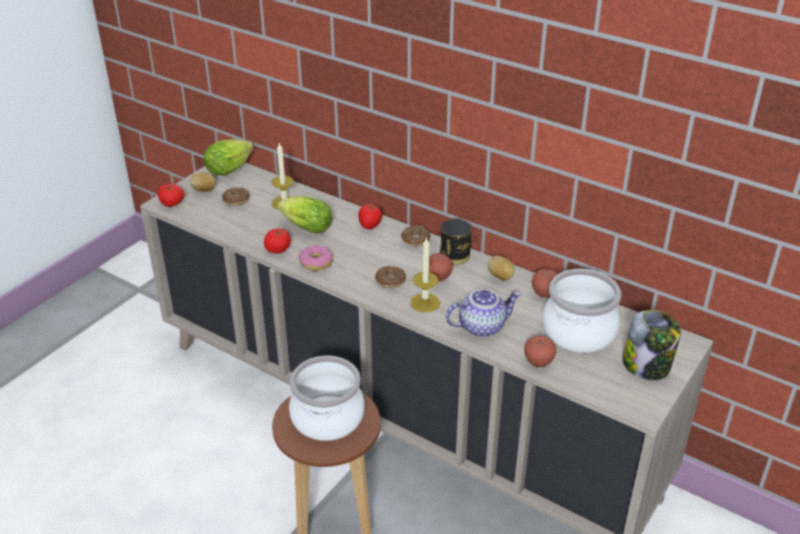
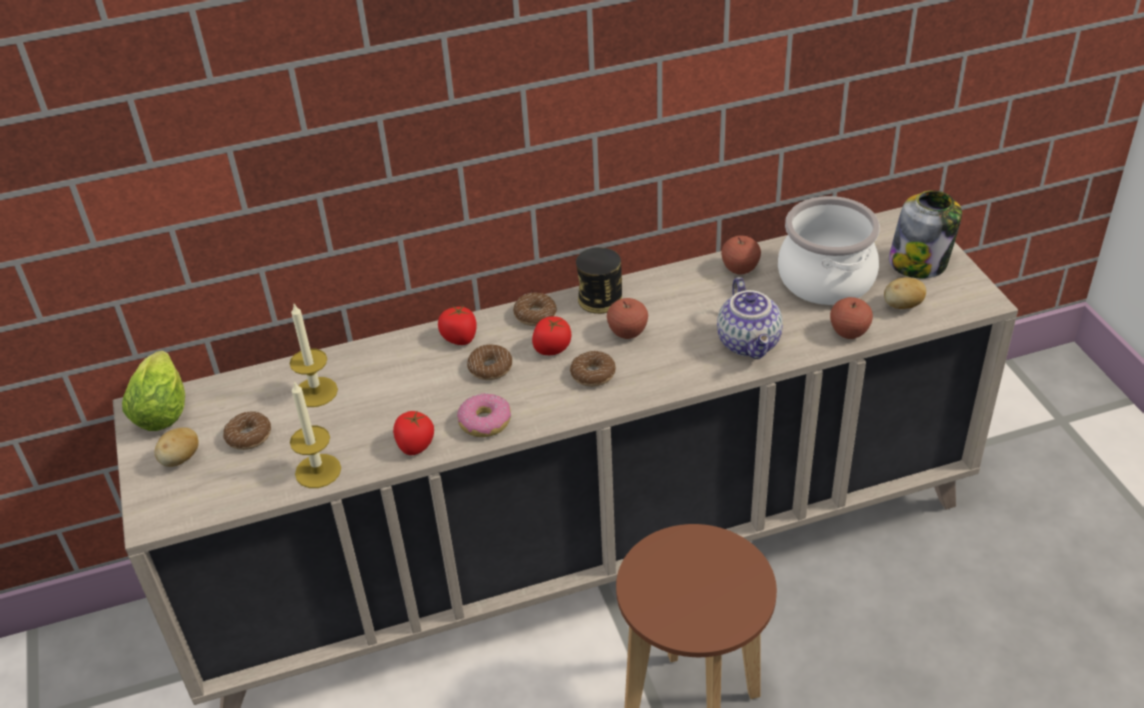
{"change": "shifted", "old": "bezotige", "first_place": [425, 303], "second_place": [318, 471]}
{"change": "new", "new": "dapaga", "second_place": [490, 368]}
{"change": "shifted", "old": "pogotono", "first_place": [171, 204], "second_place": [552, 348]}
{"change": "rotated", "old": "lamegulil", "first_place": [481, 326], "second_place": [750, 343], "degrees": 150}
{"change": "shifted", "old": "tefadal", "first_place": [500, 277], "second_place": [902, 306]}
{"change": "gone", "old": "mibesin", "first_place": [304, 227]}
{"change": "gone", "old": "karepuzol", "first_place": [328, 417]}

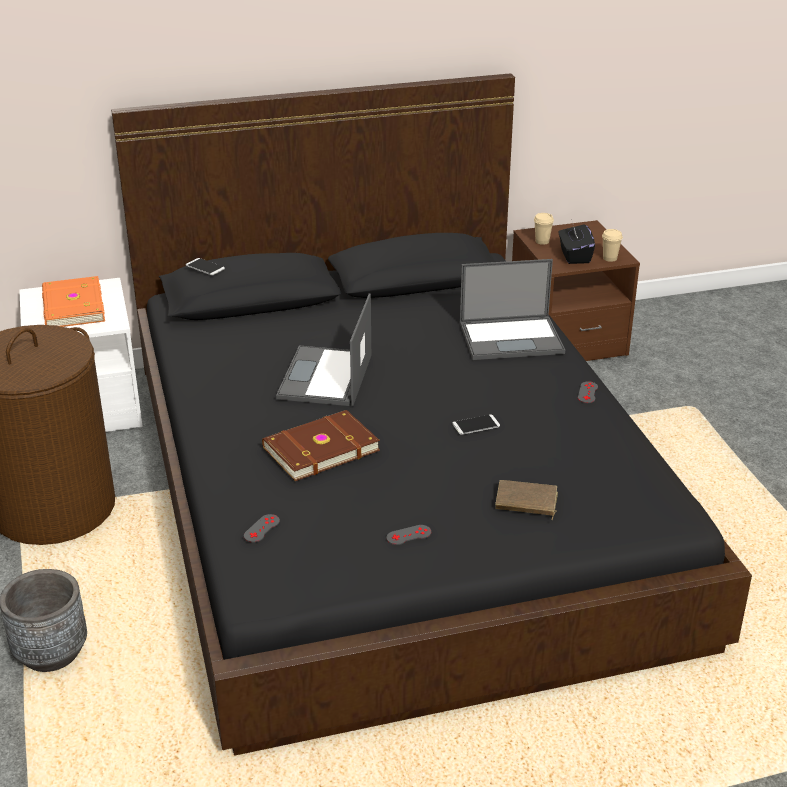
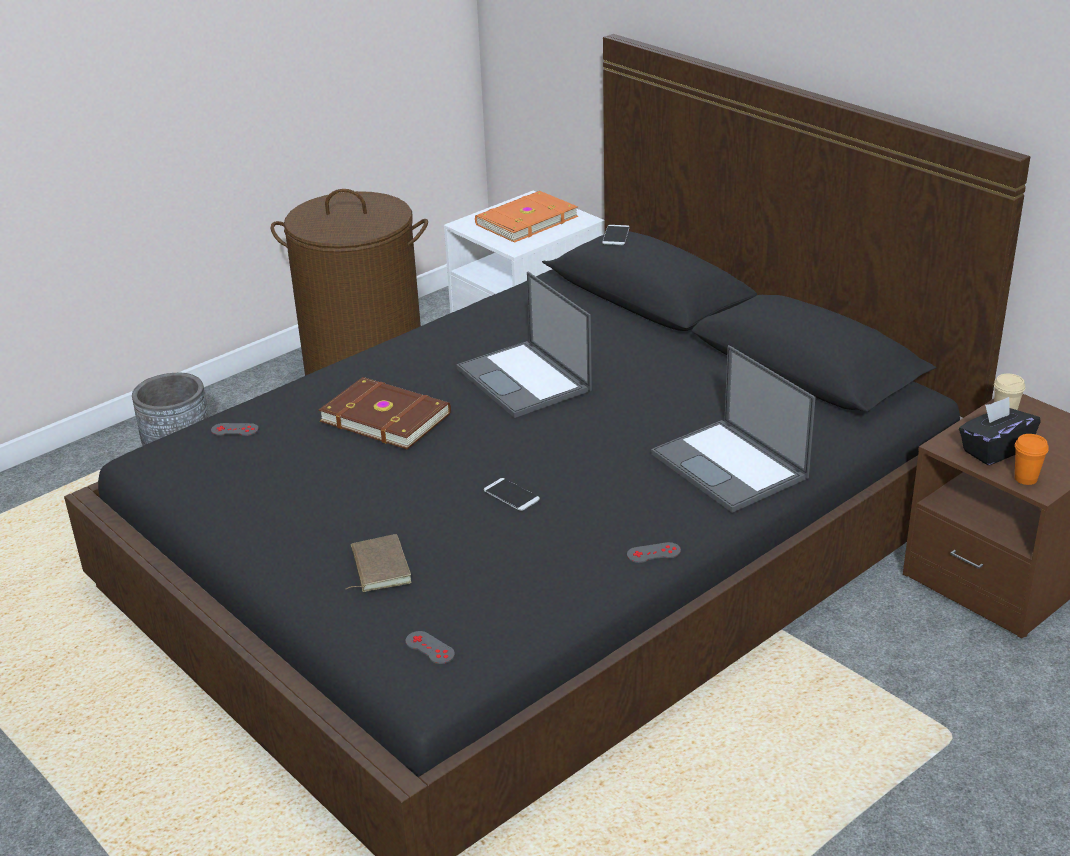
{"change": "shifted", "old": "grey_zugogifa", "first_place": [408, 535], "second_place": [430, 648]}
{"change": "rotated", "old": "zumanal", "first_place": [325, 378], "second_place": [525, 380], "degrees": -105}
{"change": "repainted", "old": "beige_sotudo", "new": "orange_sotudo", "first_place": [610, 258], "second_place": [1025, 478]}

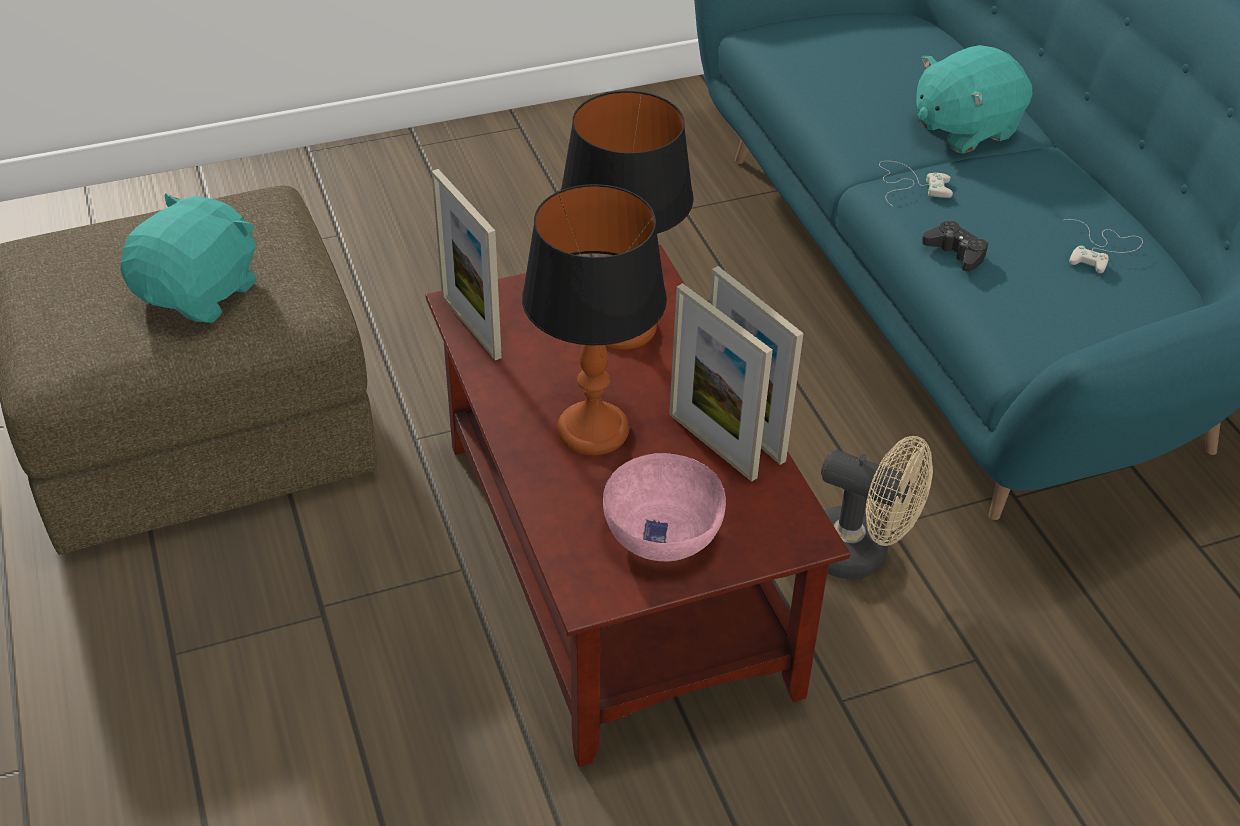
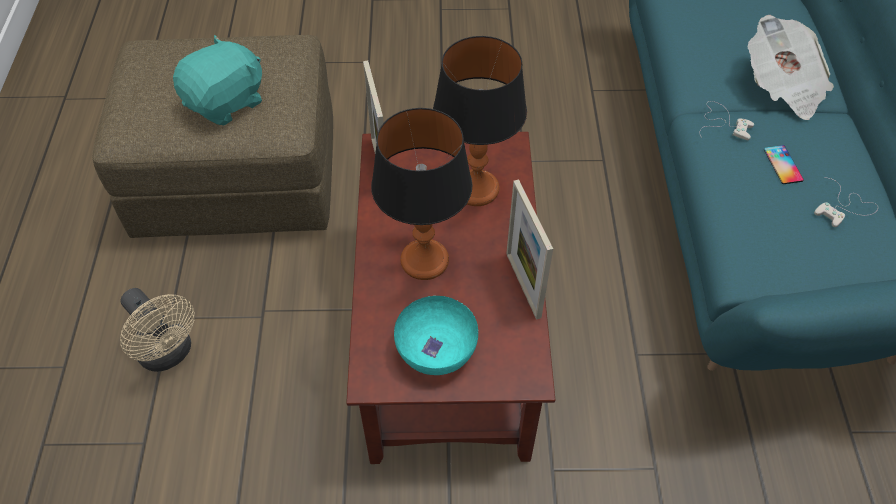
{"change": "shifted", "old": "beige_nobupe", "first_place": [860, 554], "second_place": [169, 353]}
{"change": "repainted", "old": "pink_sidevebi", "new": "turquoise_sidevebi", "first_place": [662, 535], "second_place": [436, 350]}
{"change": "swapped", "old": "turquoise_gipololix", "new": "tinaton", "first_place": [963, 129], "second_place": [783, 86]}
{"change": "new", "new": "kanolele", "second_place": [783, 165]}
{"change": "gone", "old": "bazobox", "first_place": [712, 445]}
{"change": "gone", "old": "black_zugogifa", "first_place": [955, 252]}

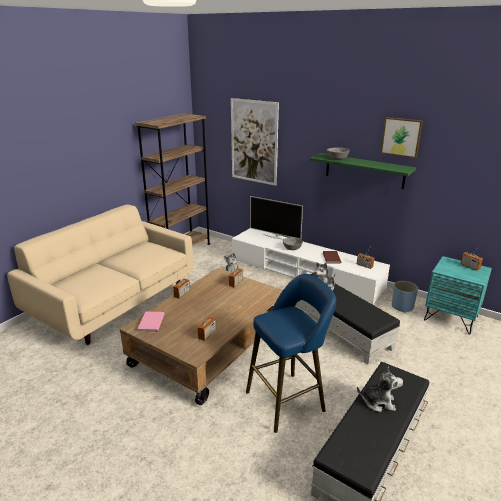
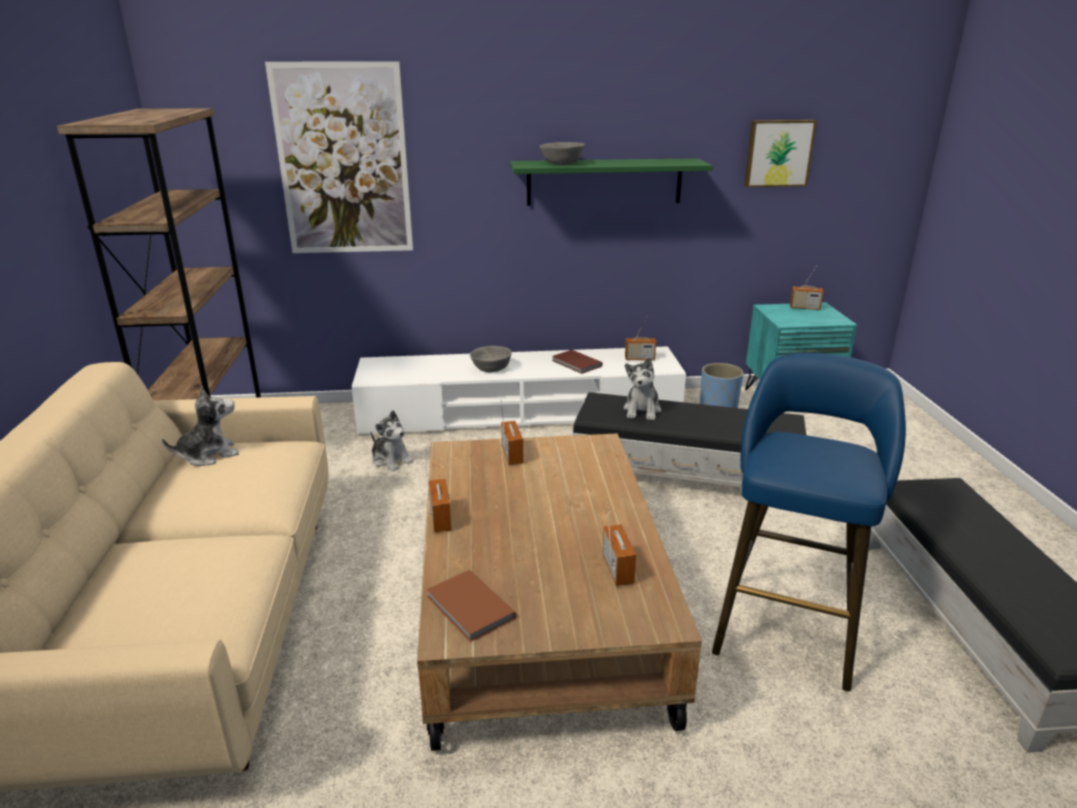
{"change": "shifted", "old": "gipololix", "first_place": [378, 402], "second_place": [209, 455]}
{"change": "repainted", "old": "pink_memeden", "new": "brown_memeden", "first_place": [150, 323], "second_place": [469, 609]}
{"change": "shifted", "old": "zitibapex", "first_place": [401, 137], "second_place": [778, 153]}
{"change": "gone", "old": "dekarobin", "first_place": [276, 237]}

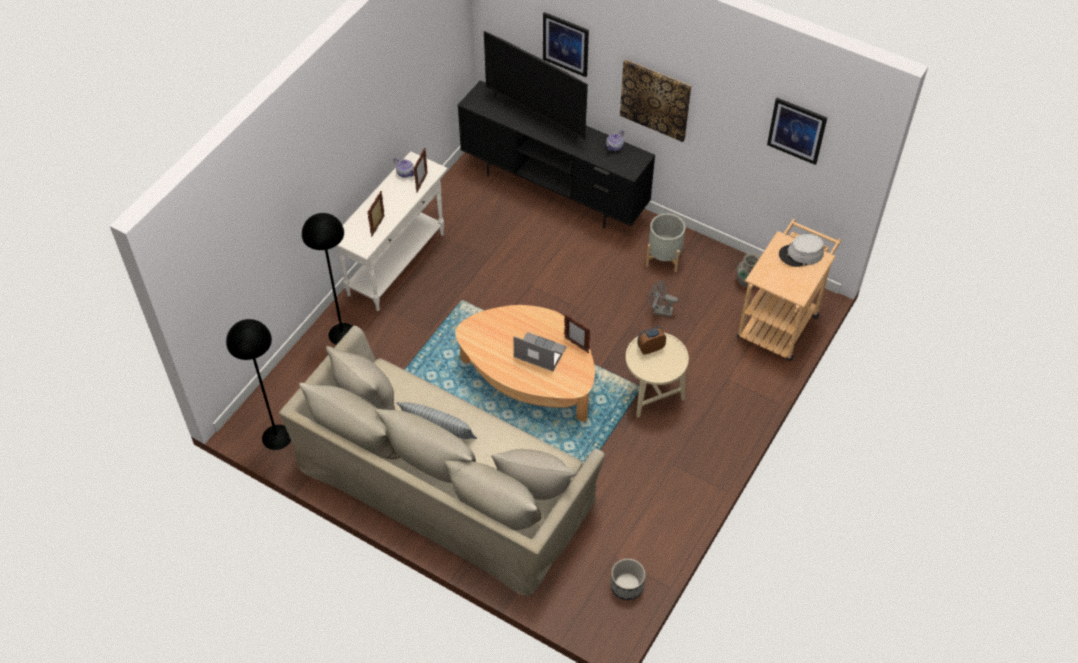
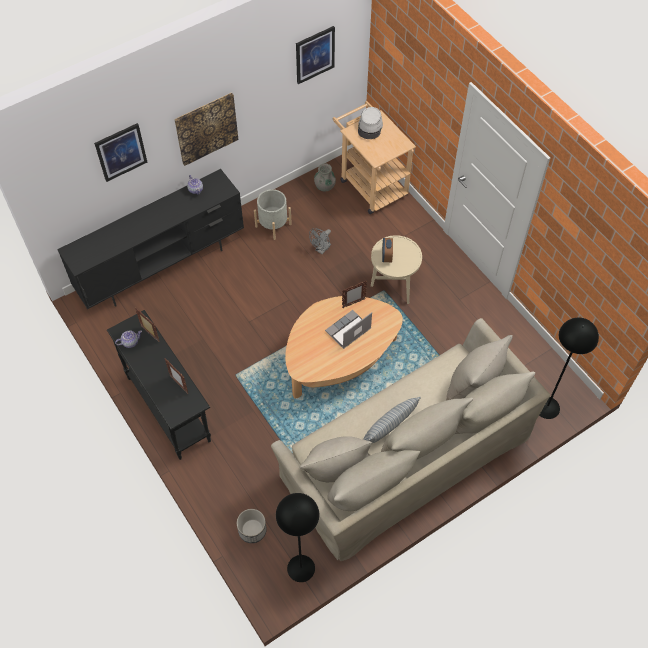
{"change": "repainted", "old": "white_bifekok", "new": "black_bifekok", "first_place": [397, 264], "second_place": [168, 408]}
{"change": "shifted", "old": "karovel", "first_place": [626, 586], "second_place": [252, 530]}
{"change": "shifted", "old": "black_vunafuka", "first_place": [342, 334], "second_place": [547, 407]}
{"change": "gone", "old": "dekarobin", "first_place": [535, 116]}

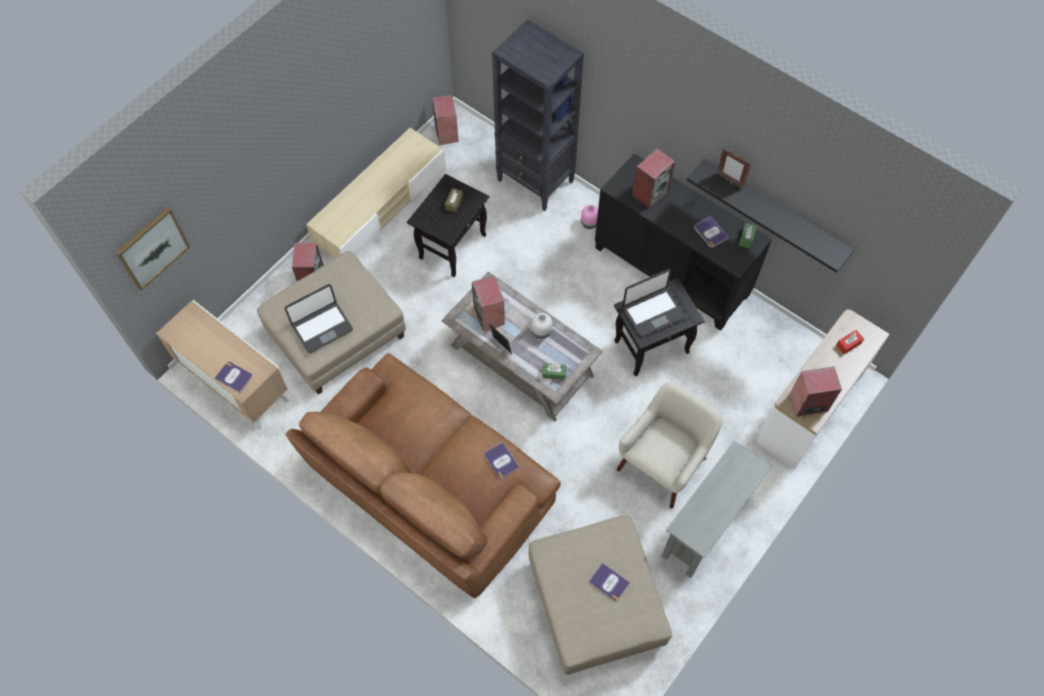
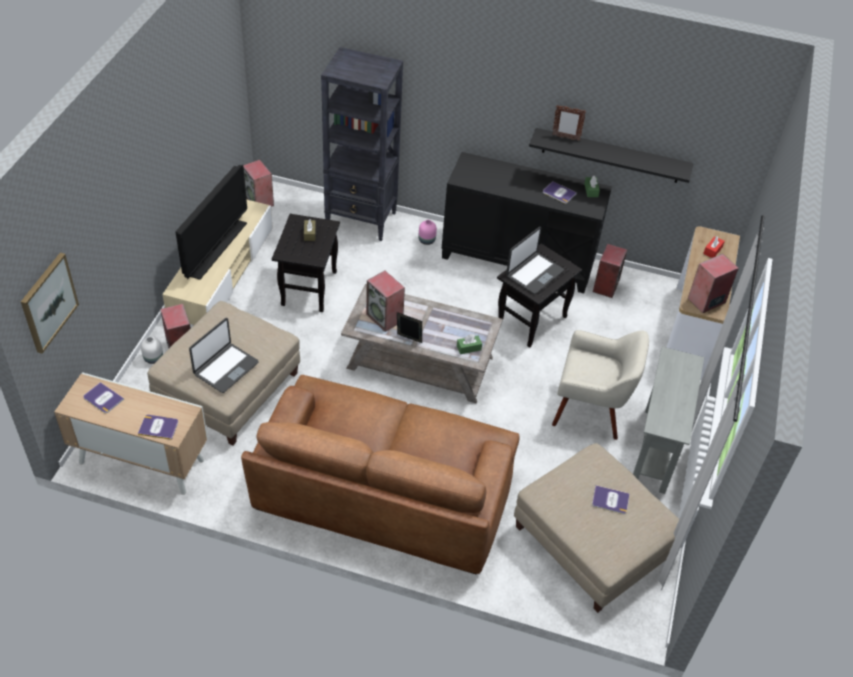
{"change": "shifted", "old": "memeden", "first_place": [501, 460], "second_place": [103, 398]}
{"change": "shifted", "old": "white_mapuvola", "first_place": [541, 331], "second_place": [153, 358]}
{"change": "new", "new": "dekarobin", "second_place": [216, 248]}
{"change": "rotated", "old": "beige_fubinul", "first_place": [663, 463], "second_place": [591, 409], "degrees": 90}
{"change": "shifted", "old": "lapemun", "first_place": [650, 192], "second_place": [605, 285]}

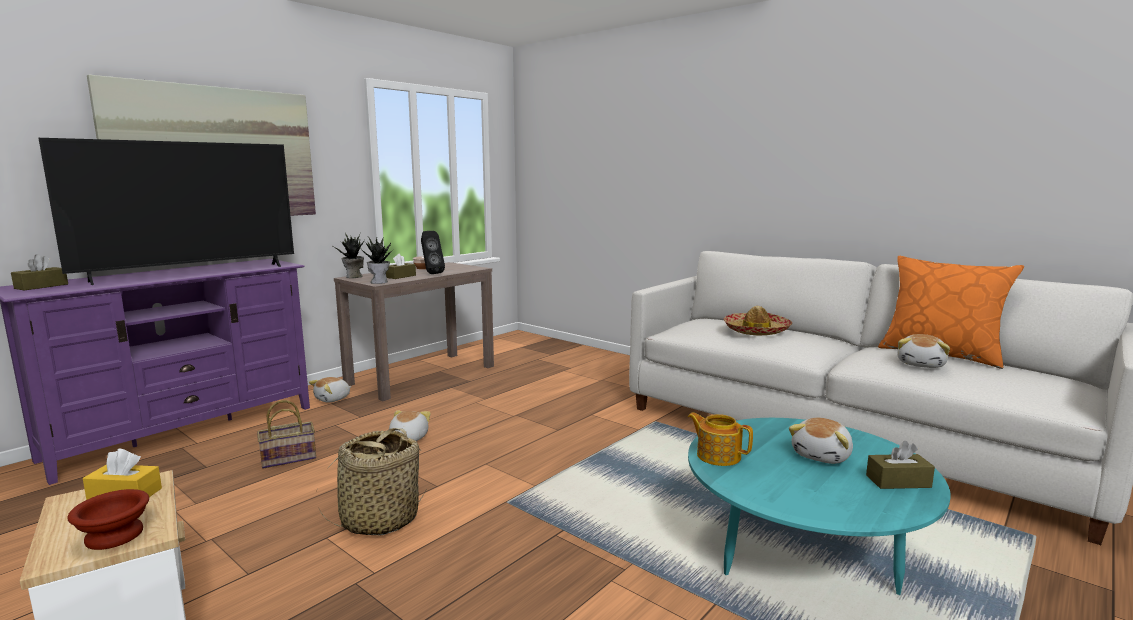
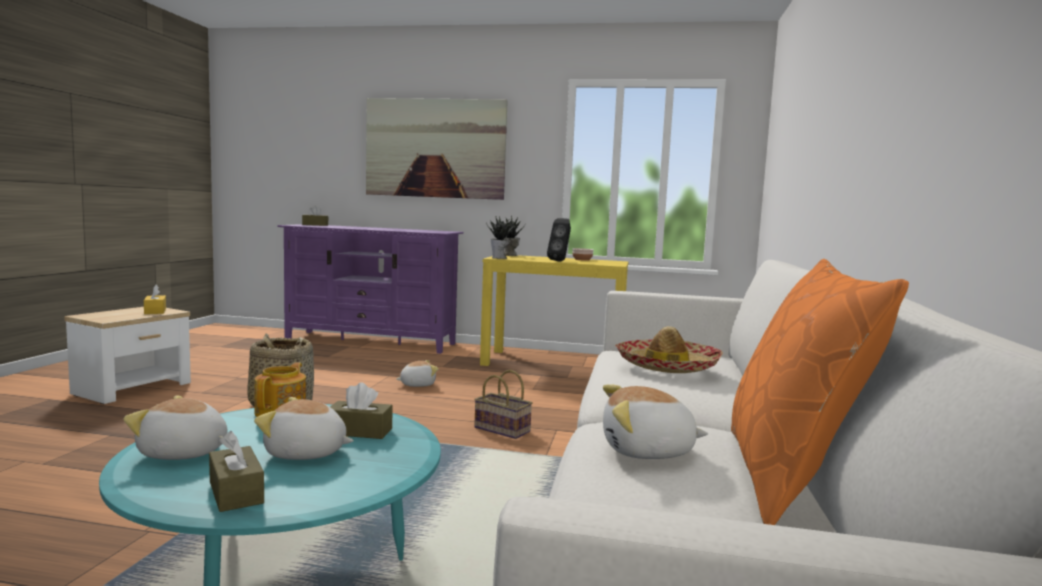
{"change": "shifted", "old": "gipololix", "first_place": [333, 399], "second_place": [183, 453]}
{"change": "shifted", "old": "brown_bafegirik", "first_place": [401, 276], "second_place": [359, 431]}
{"change": "shifted", "old": "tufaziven", "first_place": [290, 457], "second_place": [504, 429]}
{"change": "repainted", "old": "brown_bifekok", "new": "yellow_bifekok", "first_place": [422, 375], "second_place": [553, 363]}
{"change": "gone", "old": "dekarobin", "first_place": [191, 273]}
{"change": "gone", "old": "brown_sidevebi", "first_place": [115, 535]}

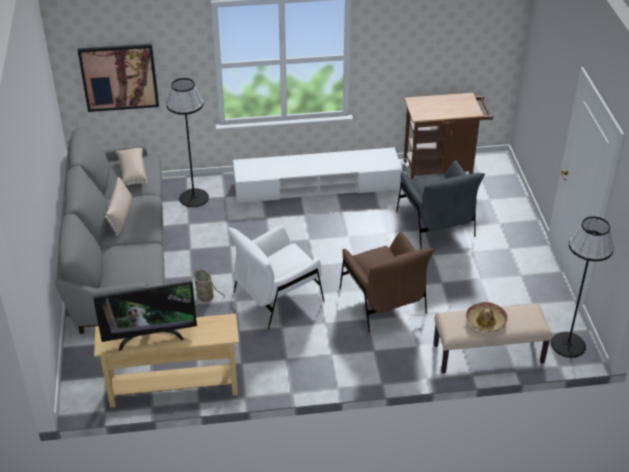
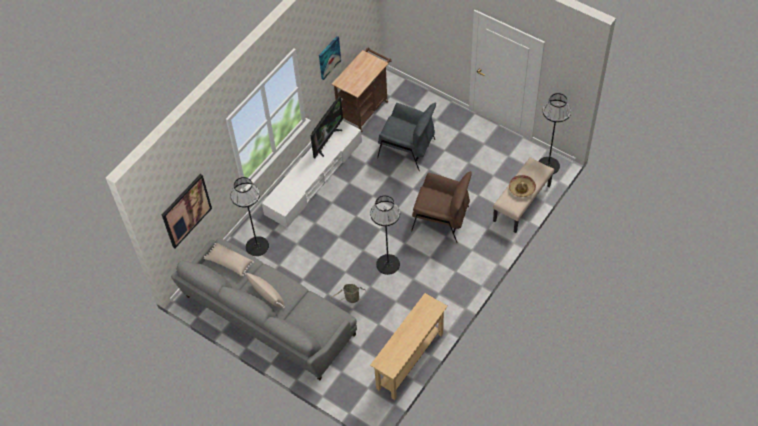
{"change": "shifted", "old": "dekarobin", "first_place": [150, 336], "second_place": [326, 140]}
{"change": "new", "new": "zitibapex", "second_place": [329, 57]}
{"change": "swapped", "old": "white_fubinul", "new": "black_vunafuka", "first_place": [277, 297], "second_place": [388, 264]}

